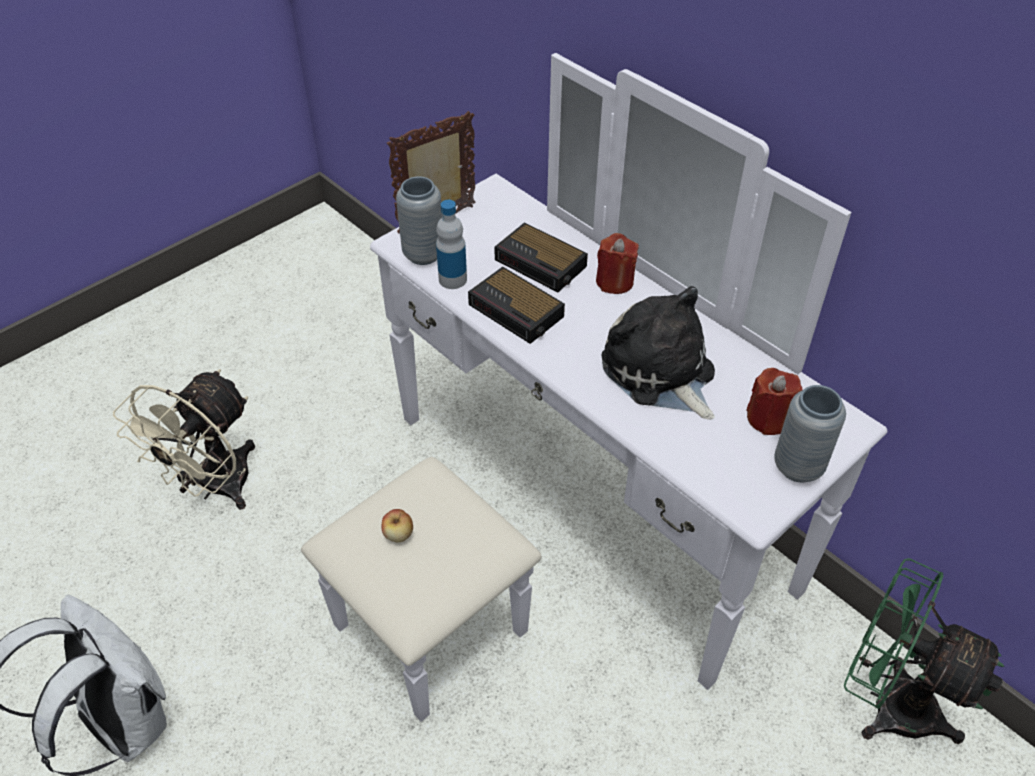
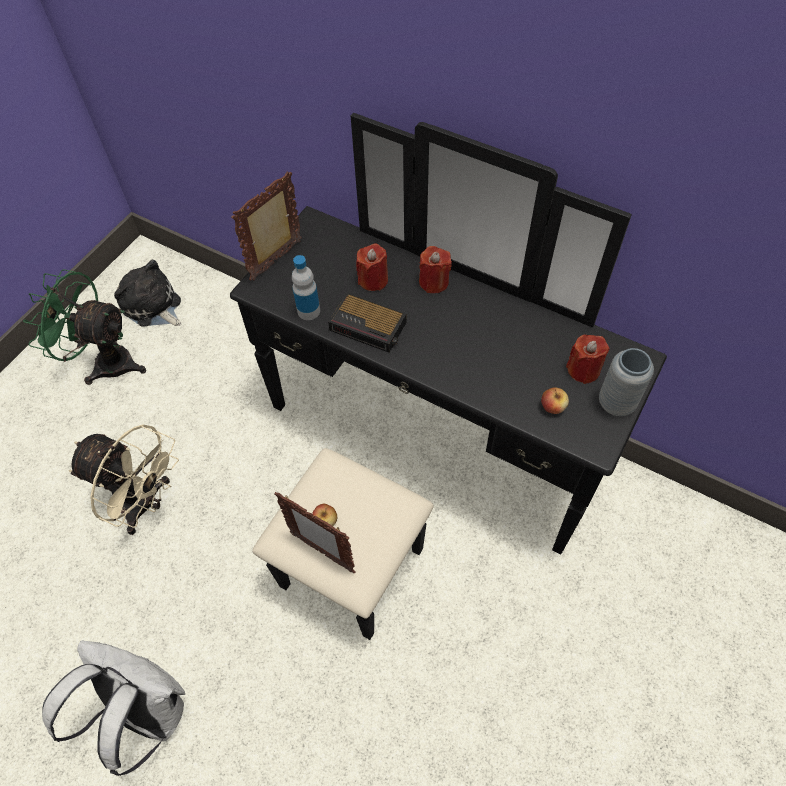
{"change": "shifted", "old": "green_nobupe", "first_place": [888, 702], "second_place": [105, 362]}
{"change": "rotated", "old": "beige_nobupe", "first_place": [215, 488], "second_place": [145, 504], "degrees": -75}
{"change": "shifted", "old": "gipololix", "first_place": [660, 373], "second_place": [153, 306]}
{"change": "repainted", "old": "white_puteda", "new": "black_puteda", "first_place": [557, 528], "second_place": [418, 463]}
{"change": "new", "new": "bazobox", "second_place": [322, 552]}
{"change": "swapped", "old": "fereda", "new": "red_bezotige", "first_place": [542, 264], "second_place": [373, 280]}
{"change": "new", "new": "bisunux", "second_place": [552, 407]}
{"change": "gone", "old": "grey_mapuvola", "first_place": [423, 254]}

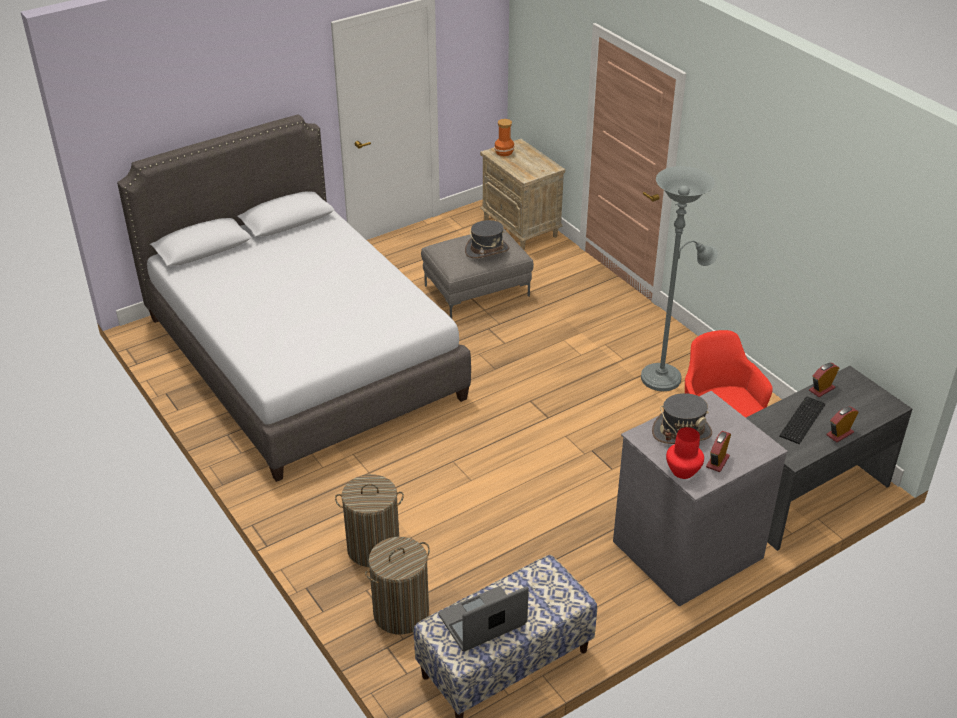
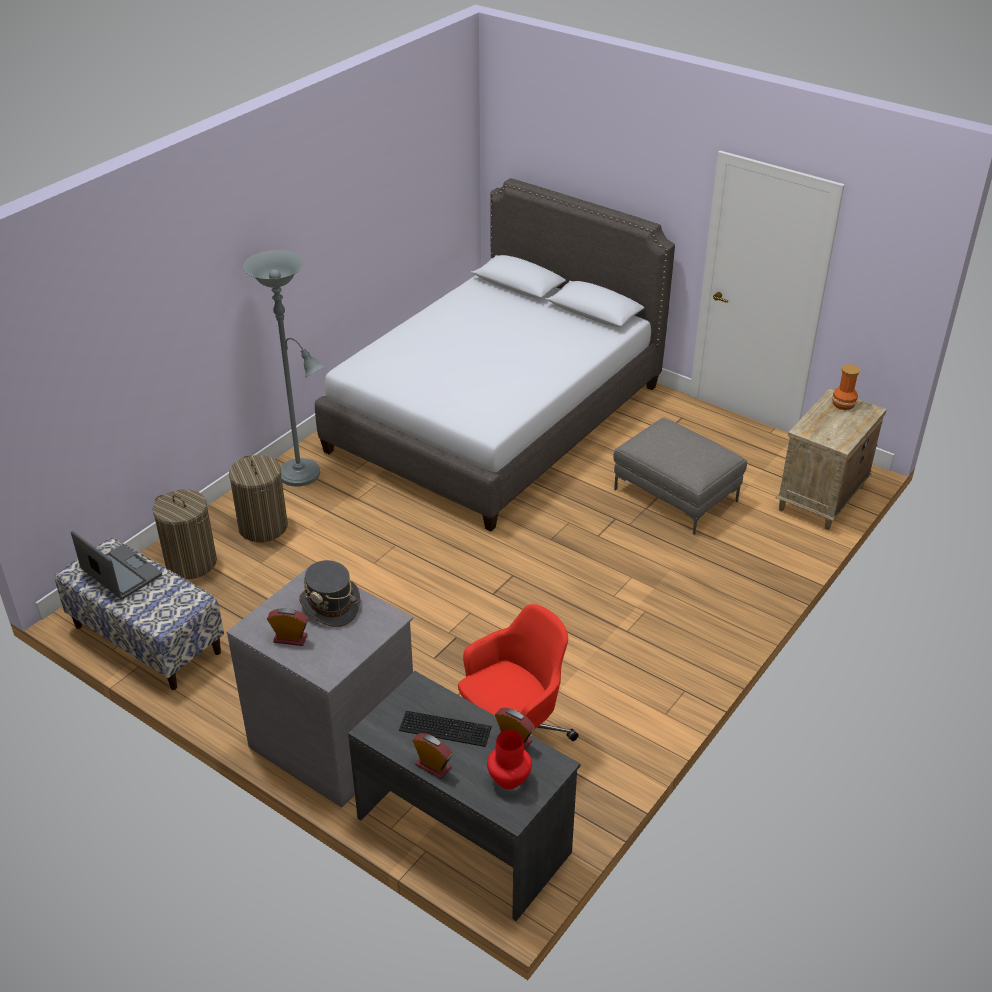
{"change": "shifted", "old": "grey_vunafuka", "first_place": [665, 376], "second_place": [303, 476]}
{"change": "shifted", "old": "red_mapuvola", "first_place": [683, 471], "second_place": [508, 779]}
{"change": "gone", "old": "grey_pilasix", "first_place": [487, 250]}

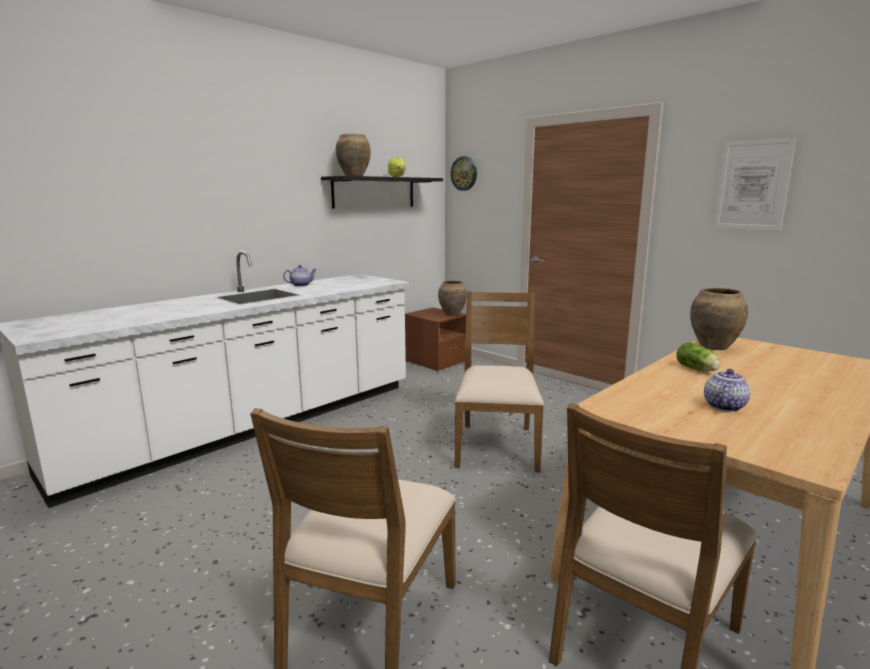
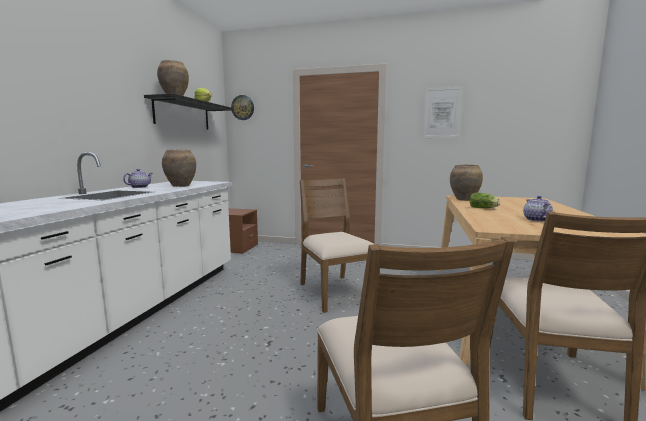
{"change": "shifted", "old": "brown_mapuvola", "first_place": [452, 314], "second_place": [181, 186]}

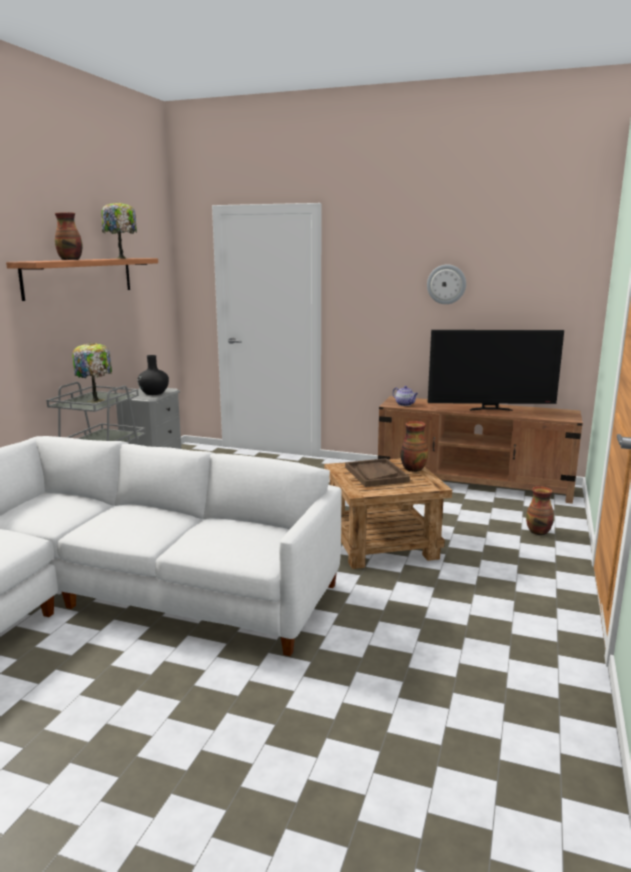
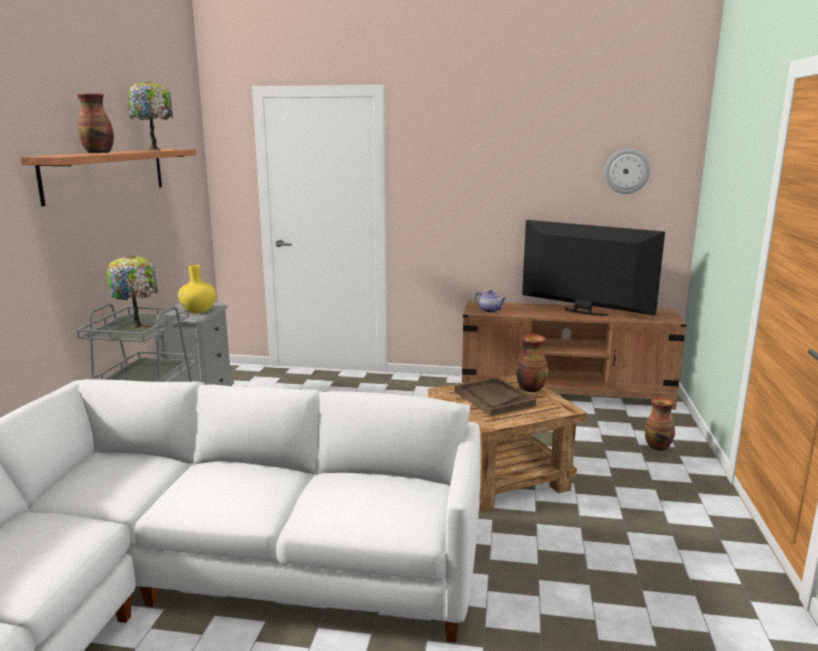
{"change": "repainted", "old": "black_mapuvola", "new": "yellow_mapuvola", "first_place": [154, 393], "second_place": [198, 310]}
{"change": "rotated", "old": "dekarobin", "first_place": [490, 409], "second_place": [583, 312], "degrees": -135}
{"change": "shifted", "old": "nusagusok", "first_place": [446, 284], "second_place": [627, 171]}

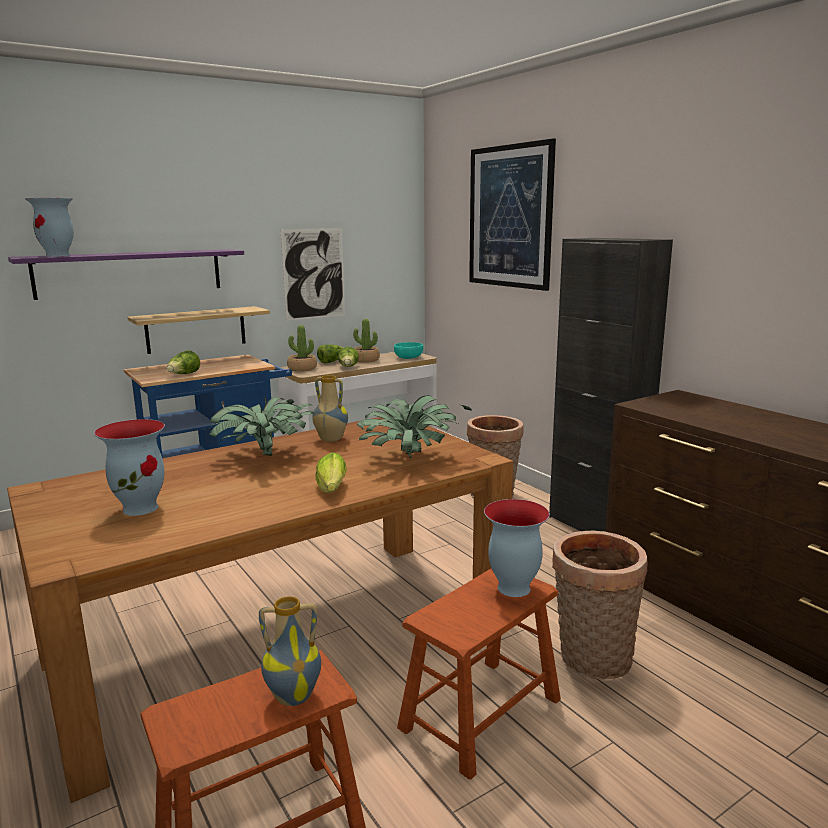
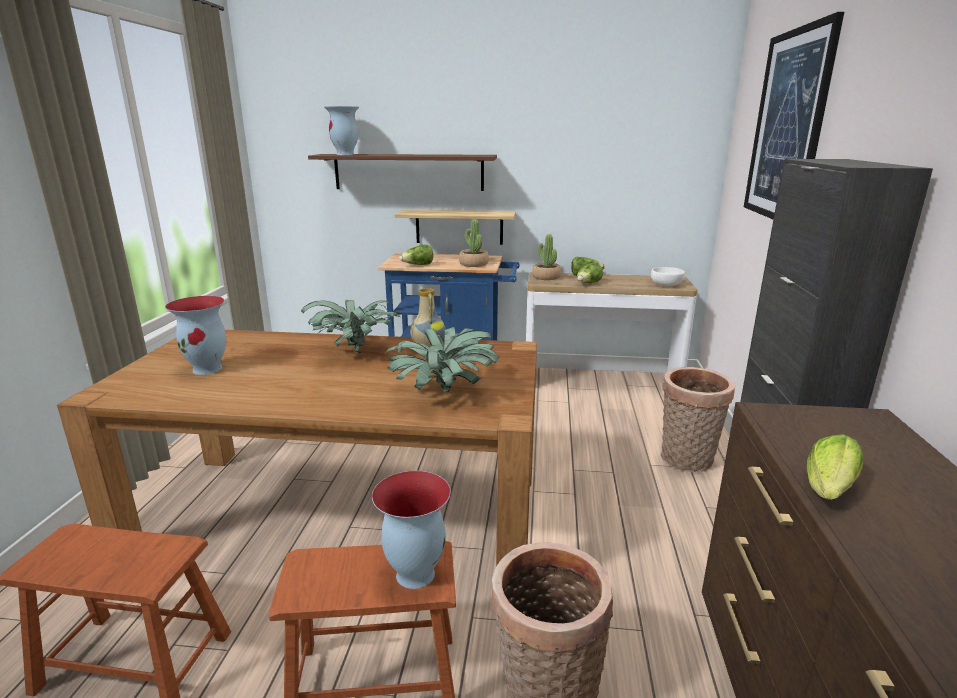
{"change": "repainted", "old": "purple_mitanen", "new": "brown_mitanen", "first_place": [130, 273], "second_place": [408, 172]}
{"change": "shifted", "old": "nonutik", "first_place": [365, 360], "second_place": [473, 264]}
{"change": "repainted", "old": "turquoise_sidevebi", "new": "white_sidevebi", "first_place": [409, 357], "second_place": [666, 285]}
{"change": "shifted", "old": "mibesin", "first_place": [331, 490], "second_place": [828, 490]}
{"change": "gone", "old": "mapuvola", "first_place": [294, 695]}
{"change": "gone", "old": "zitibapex", "first_place": [314, 274]}

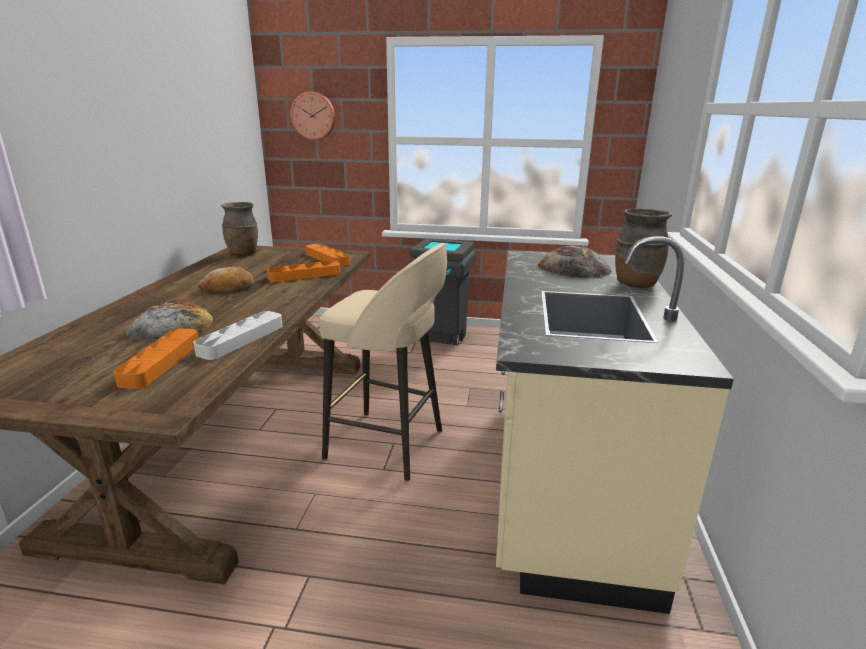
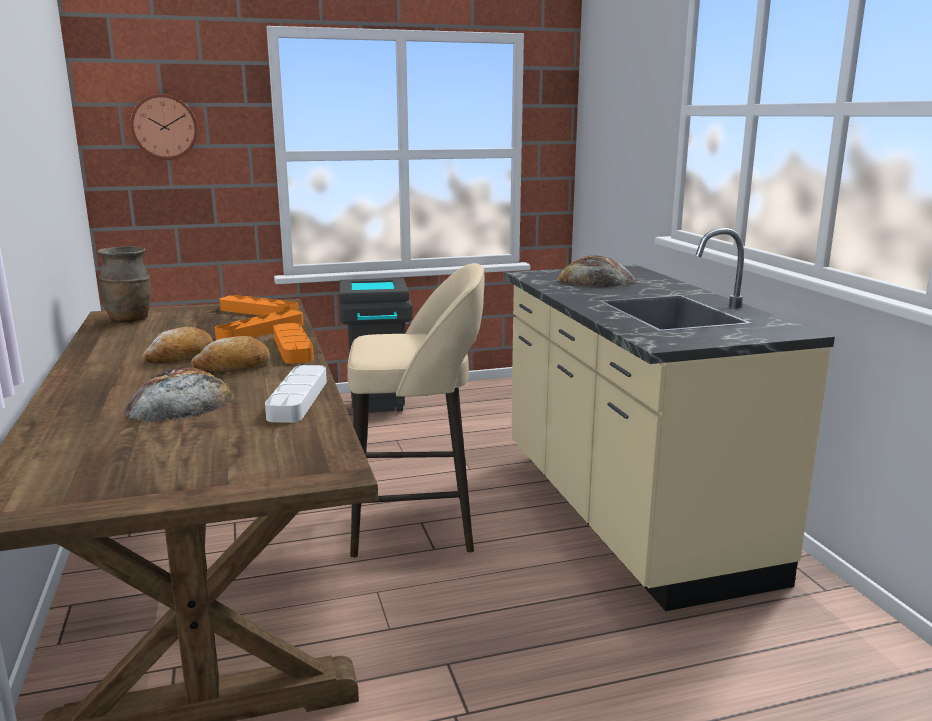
{"change": "new", "new": "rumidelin", "second_place": [234, 366]}
{"change": "shifted", "old": "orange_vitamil", "first_place": [161, 362], "second_place": [293, 348]}
{"change": "gone", "old": "brown_mapuvola", "first_place": [635, 284]}

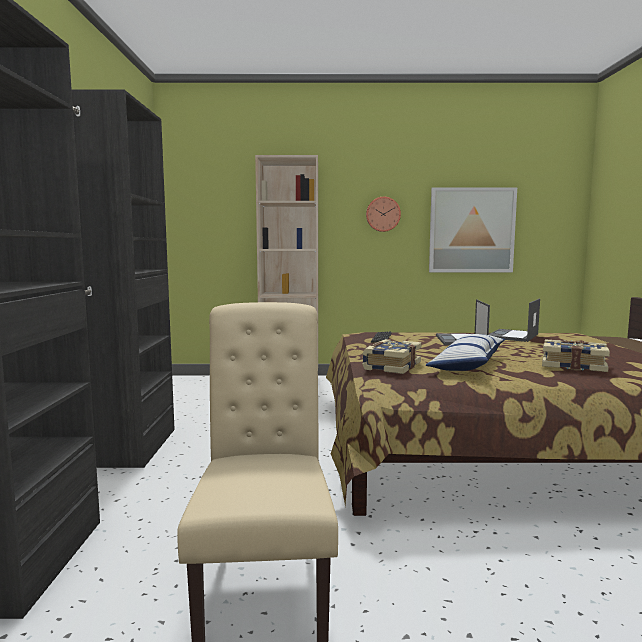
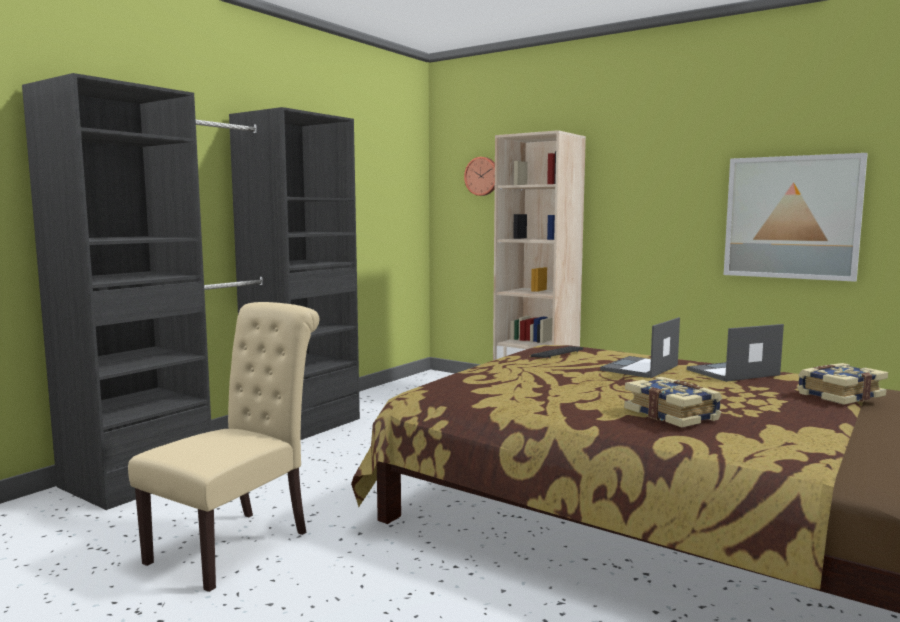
{"change": "shifted", "old": "nusagusok", "first_place": [383, 214], "second_place": [482, 176]}
{"change": "shifted", "old": "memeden", "first_place": [391, 366], "second_place": [839, 395]}
{"change": "gone", "old": "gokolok", "first_place": [467, 365]}

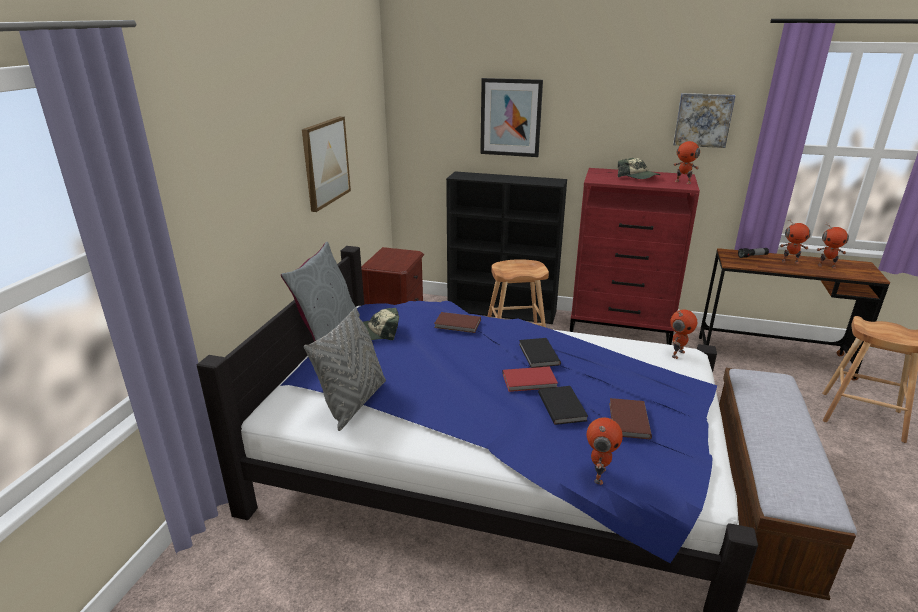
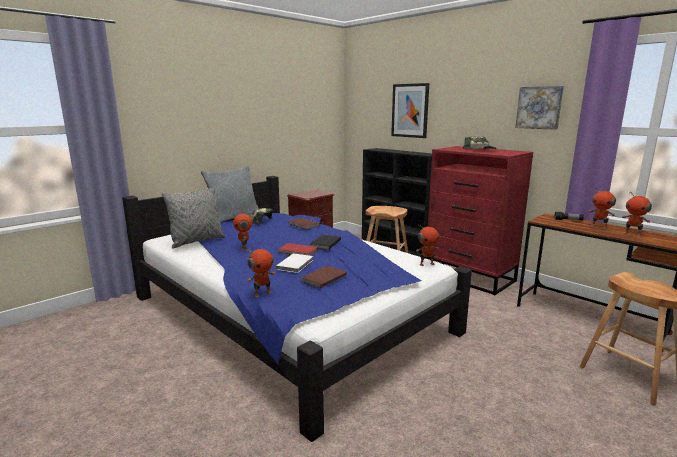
{"change": "shifted", "old": "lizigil", "first_place": [683, 182], "second_place": [244, 248]}
{"change": "repainted", "old": "black_memeden", "new": "white_memeden", "first_place": [563, 406], "second_place": [296, 264]}
{"change": "gone", "old": "zitibapex", "first_place": [325, 162]}
{"change": "gone", "old": "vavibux", "first_place": [758, 501]}

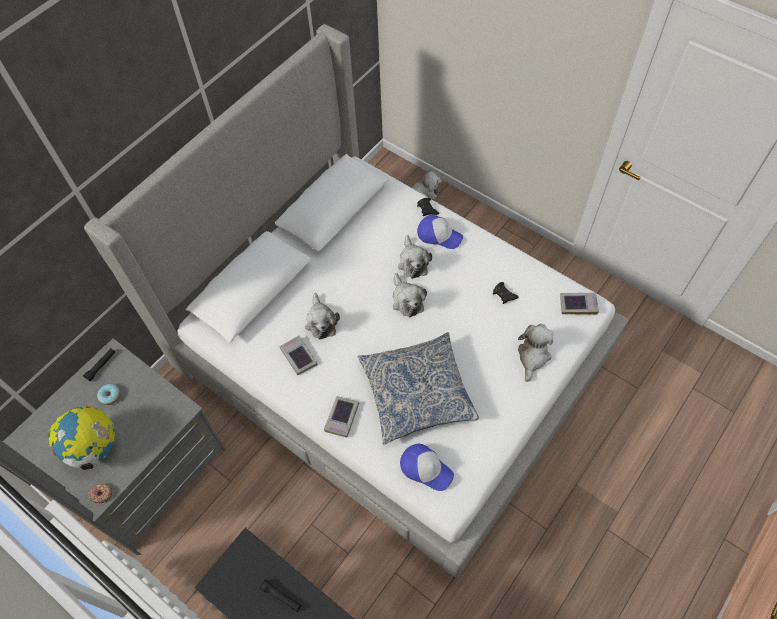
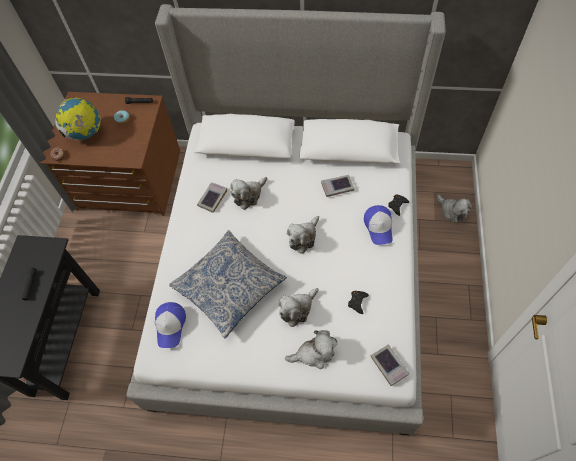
{"change": "repainted", "old": "grey_puteda", "new": "brown_puteda", "first_place": [144, 466], "second_place": [129, 181]}
{"change": "shifted", "old": "gipololix", "first_place": [413, 262], "second_place": [297, 309]}
{"change": "shifted", "old": "memeden", "first_place": [342, 418], "second_place": [337, 187]}

